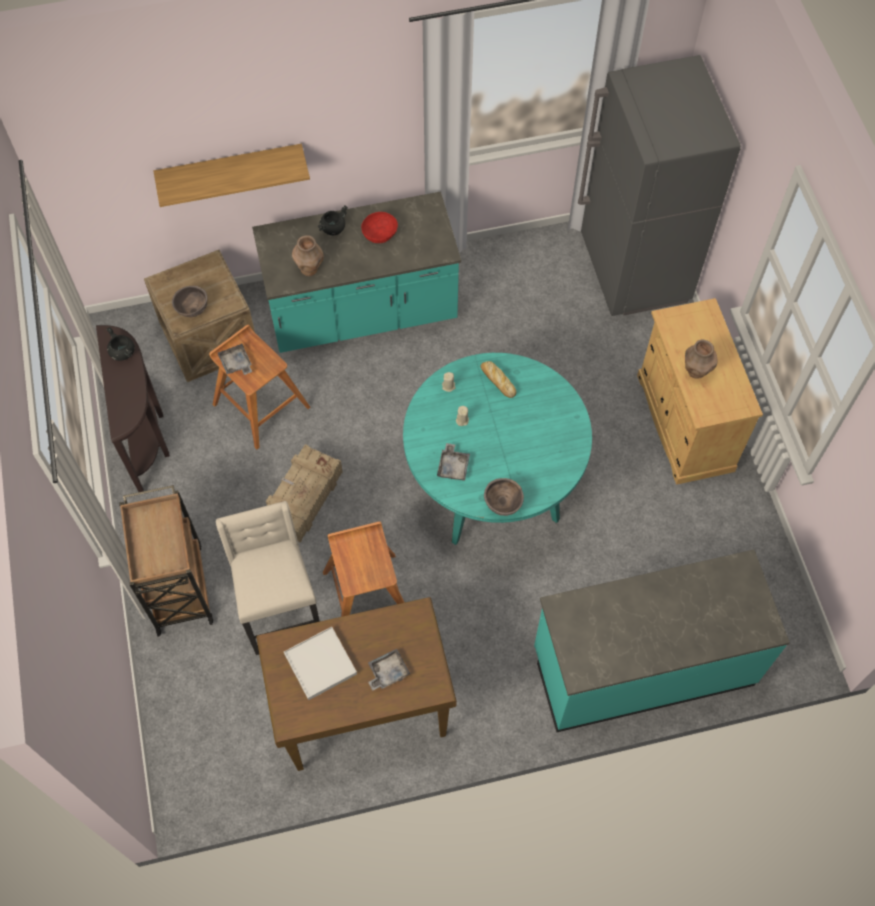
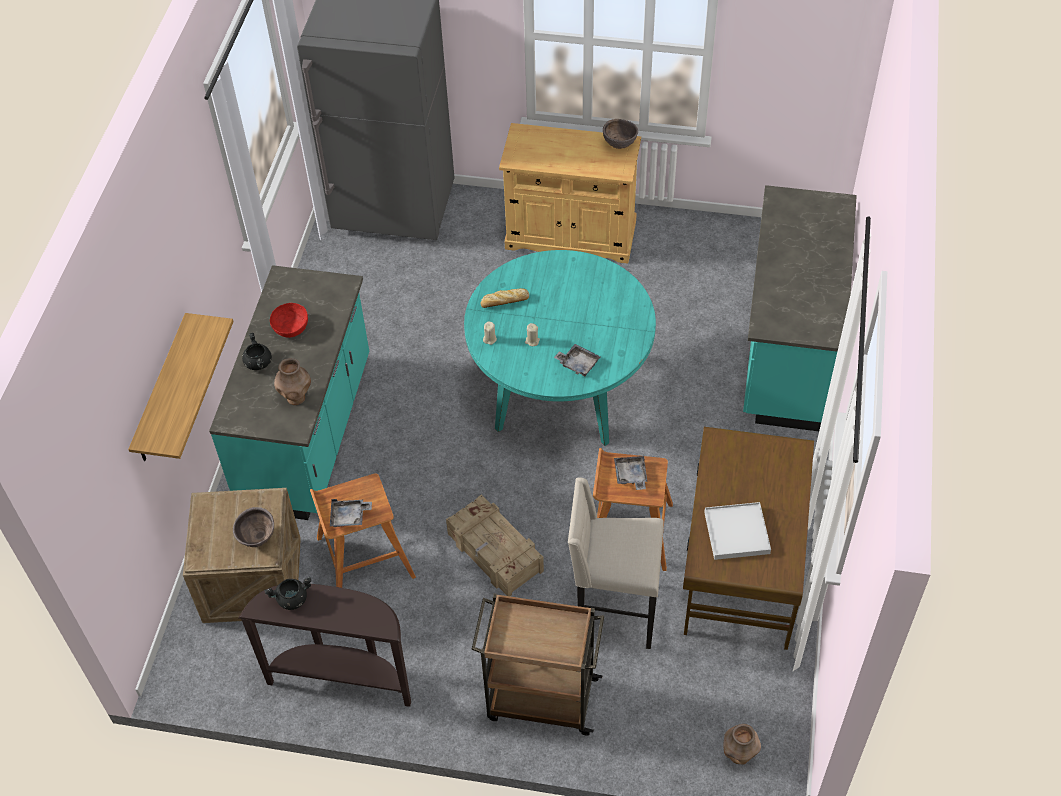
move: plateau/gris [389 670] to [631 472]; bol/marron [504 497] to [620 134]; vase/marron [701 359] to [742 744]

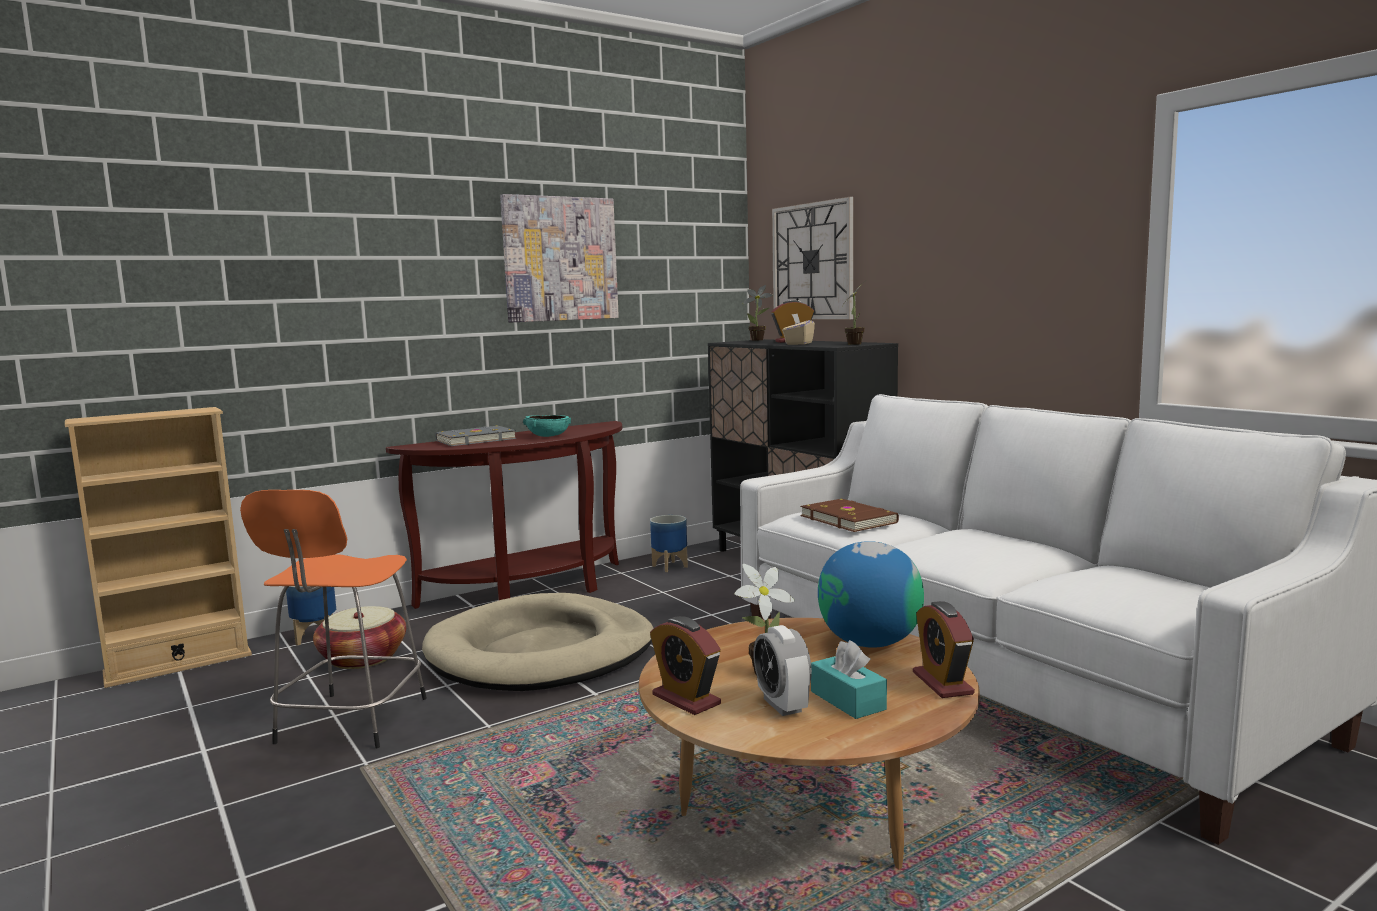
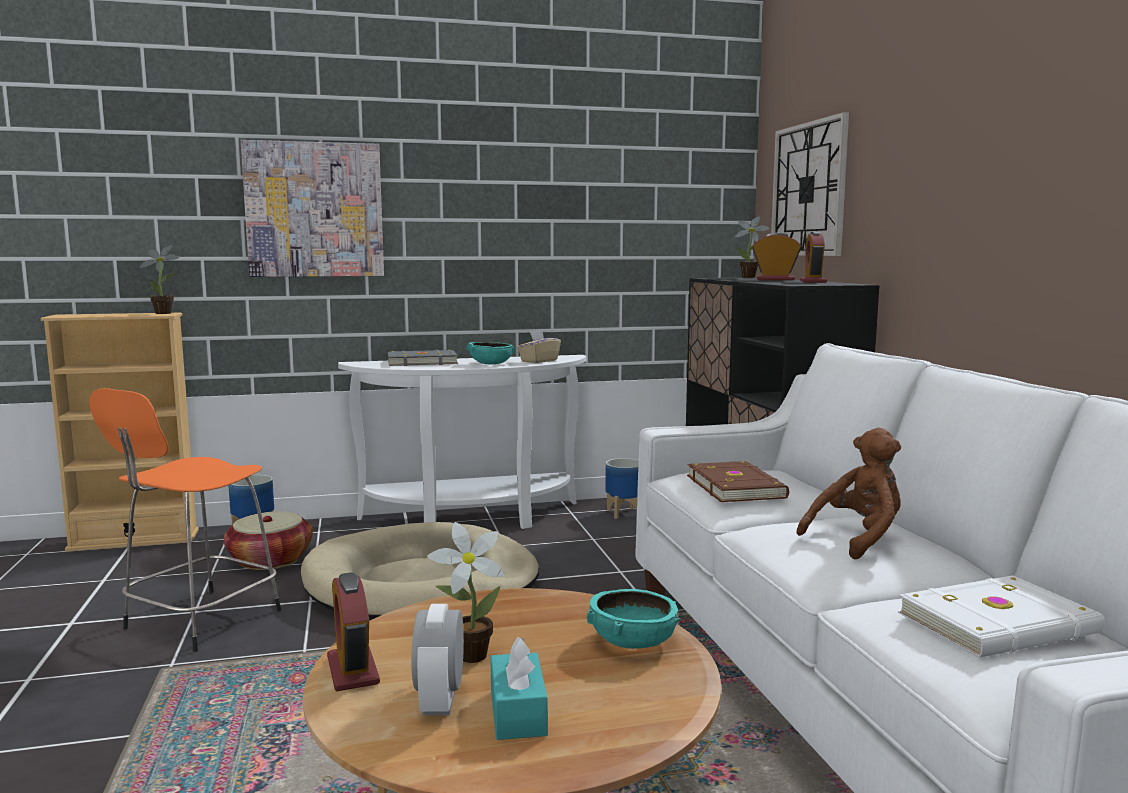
insert: peluche/marron [849 494]; livre/blanc [1001 616]
move: tableau [559 258] to [312 208]; boîte à mouchoirs/beige [798 329] to [539 346]; plante en pot [853 313] to [159 279]; réveil [944 649] to [813 257]
replace: globe [871 594] to bol/turquoise [633 619]
recolor: table console/marron [504 515] to table console/blanc [462 442]

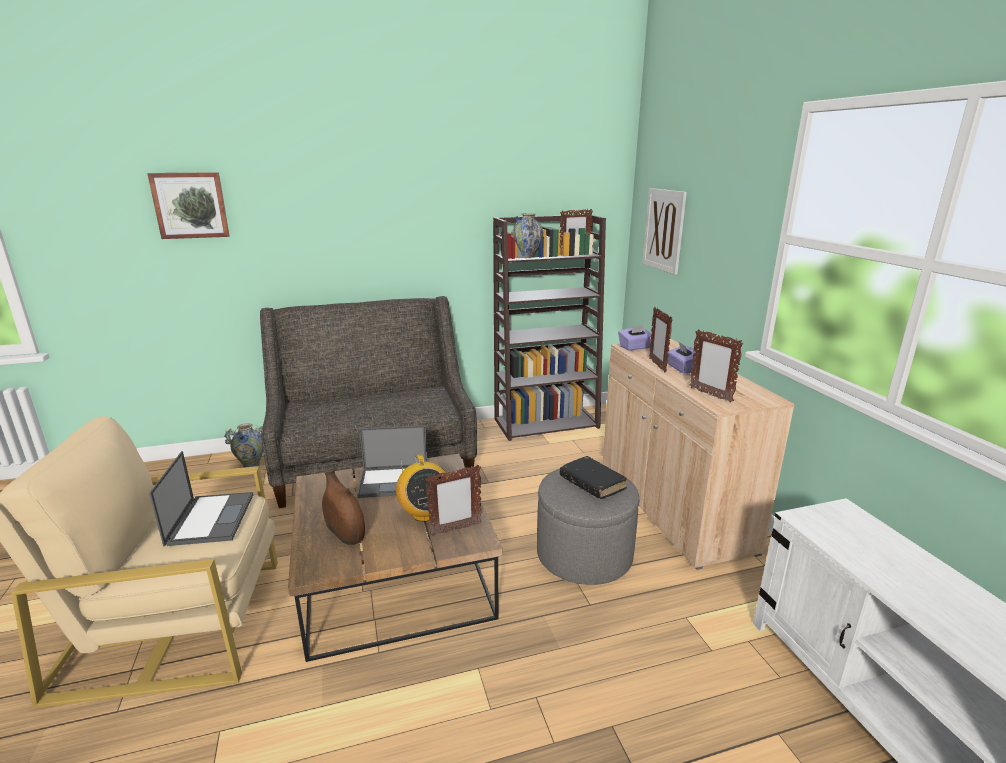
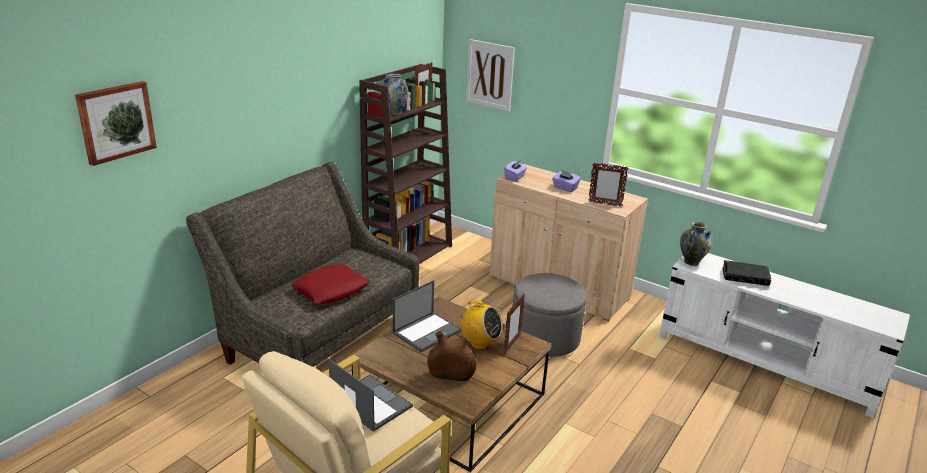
delete: cadre photo [661 340]
insert: coussin/rouge [330 284]
move: vase [243 445] to [696 244]; livre/noir [593 477] to [746 273]

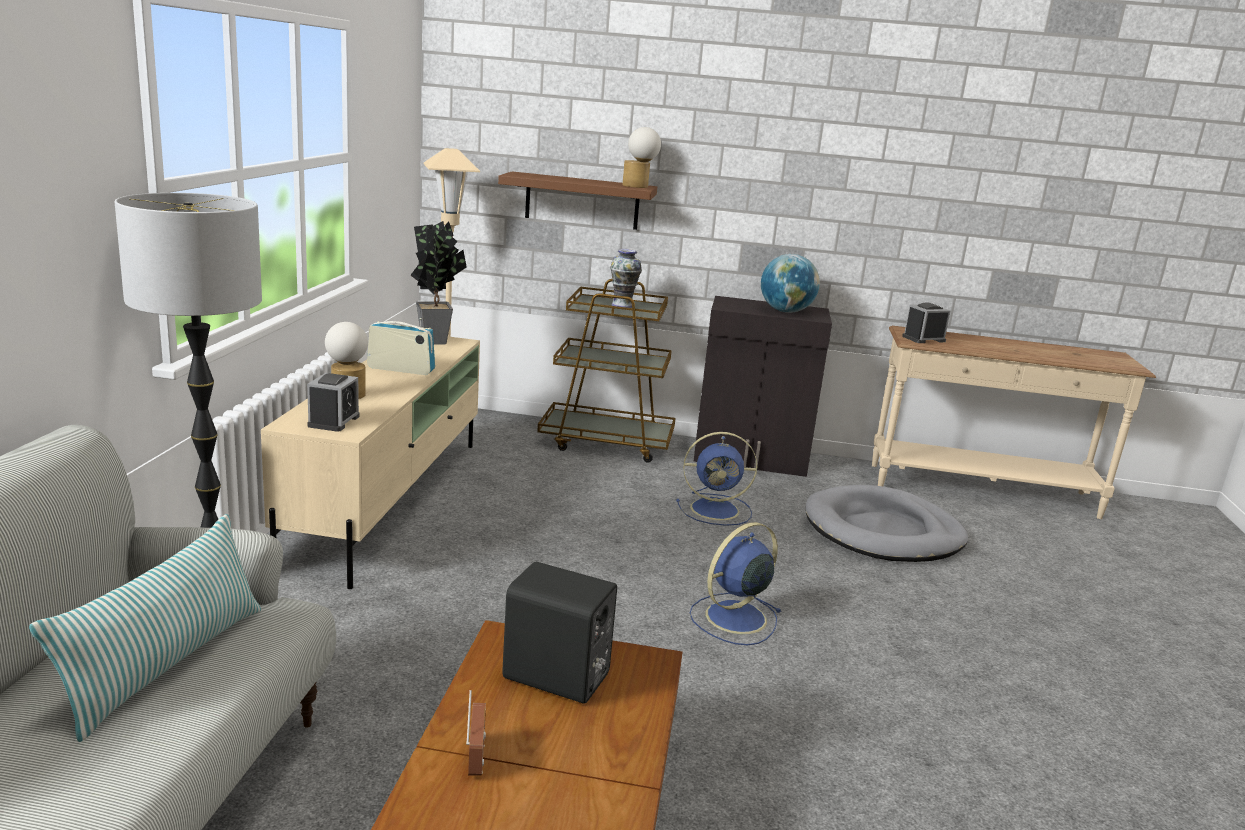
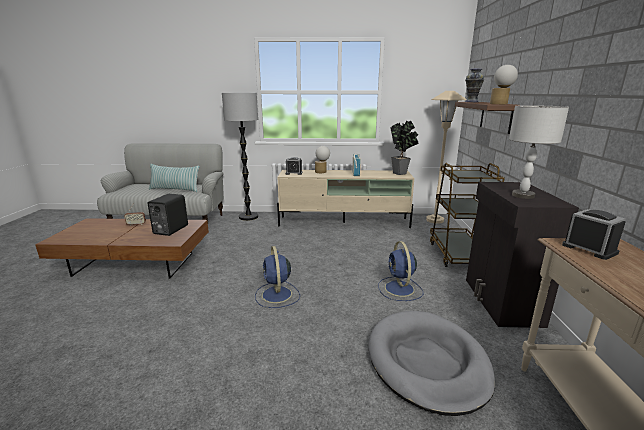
move: vase [626 278] to [474 85]
replace: globe [790 283] to lampe de table/gris [539 152]
rotate: ventilateur/bleu [735 583] = [277 277] 150 degrees counterclockwise

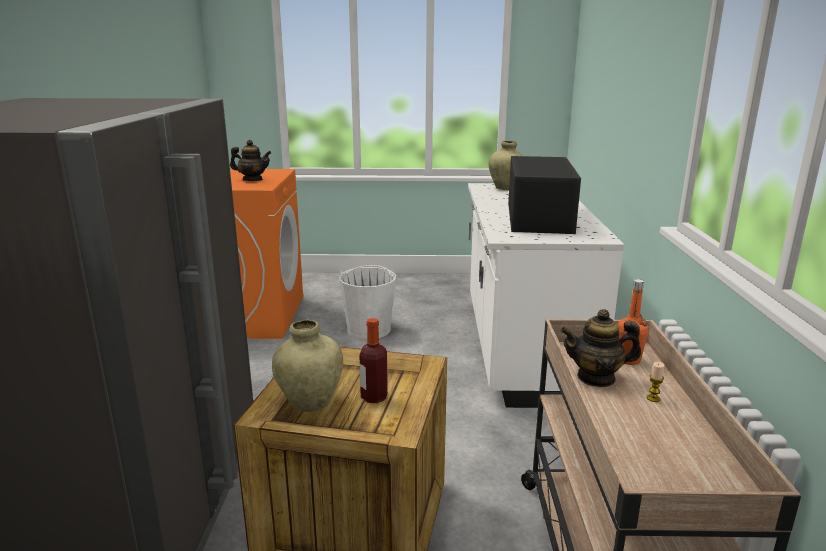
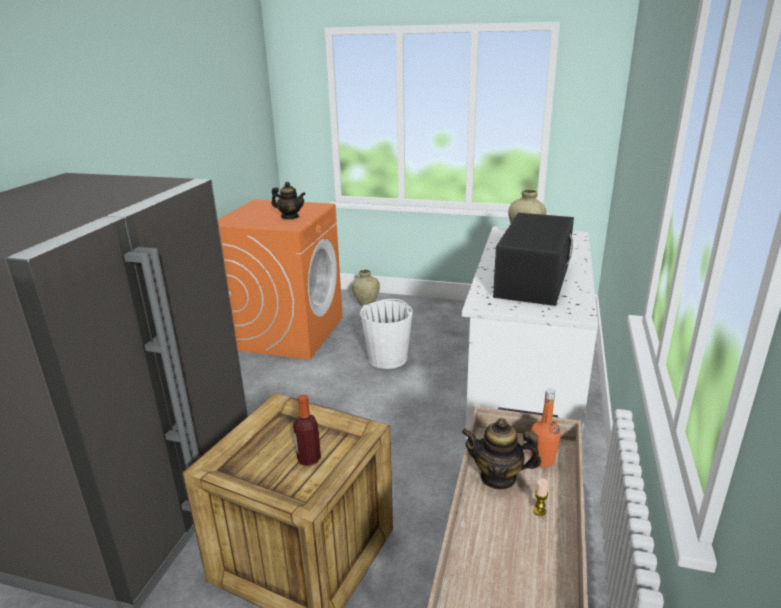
move: vase/beige [307 365] to [366 288]

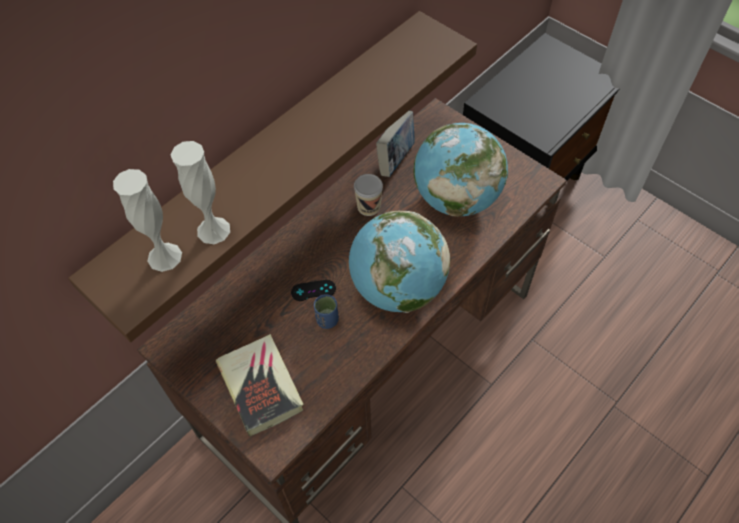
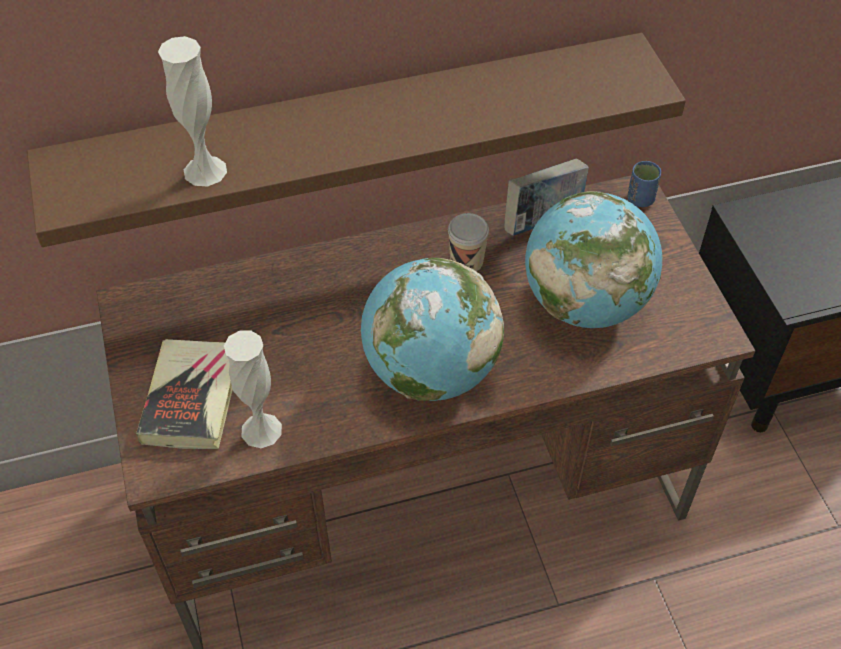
delete: manette/noir [313 290]
move: vase/blanc [147 220] to [253 389]; tasse/bleu [326 311] to [644 184]

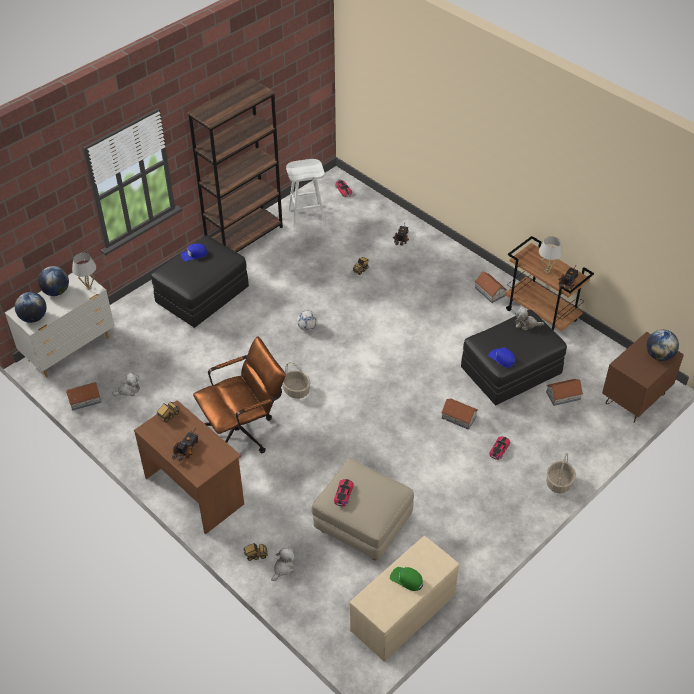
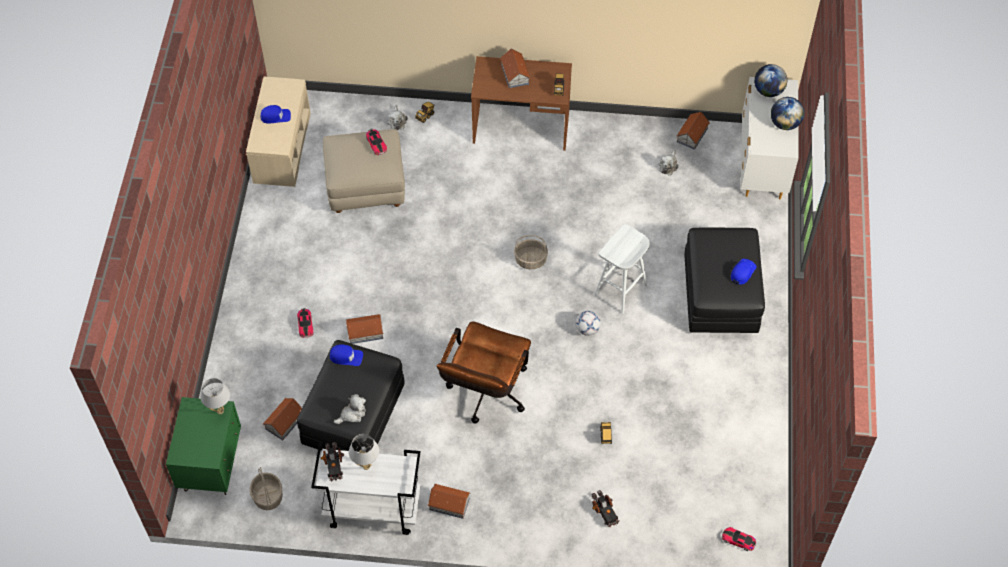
delete: bibliothèque/marron [235 165]; globe [662 345]
move: lampe de table/blanc [84 271] to [215 396]; chaise de bureau/marron [239 394] to [484 372]; tabouret/blanc [305 193] to [622 269]; panier [561 473] to [266 488]
replace: camion jouet [185 445] to maison miniature [515 68]
recolor: casquette/vert [406 579] to casquette/bleu [275 114]; chariot/marron [549 283] to chariot/blanc [366 488]; table de chevet/marron [643 377] to table de chevet/vert [203 446]

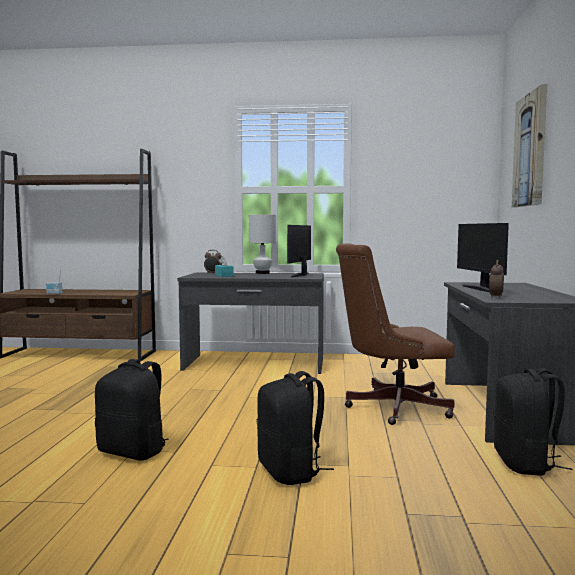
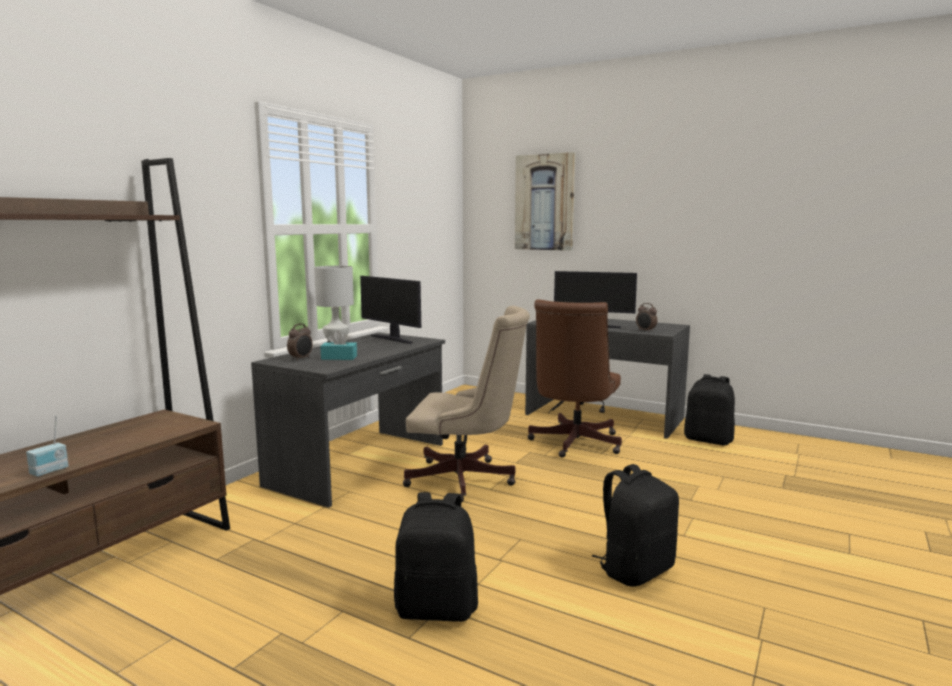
insert: chaise de bureau/beige [466 404]
move: sac à dos/noir [295 428] to [436 557]

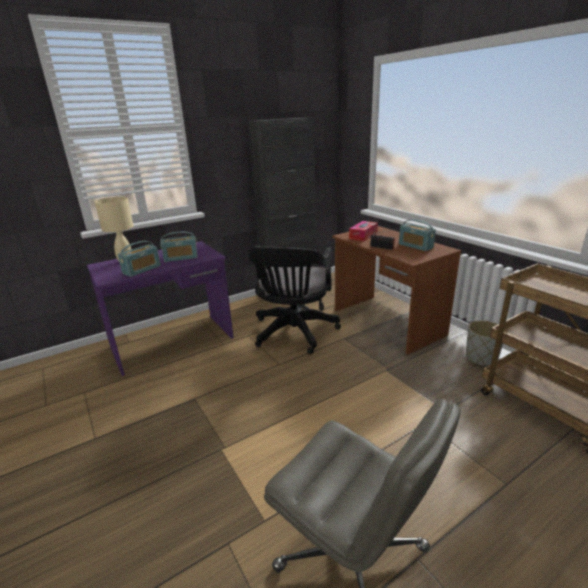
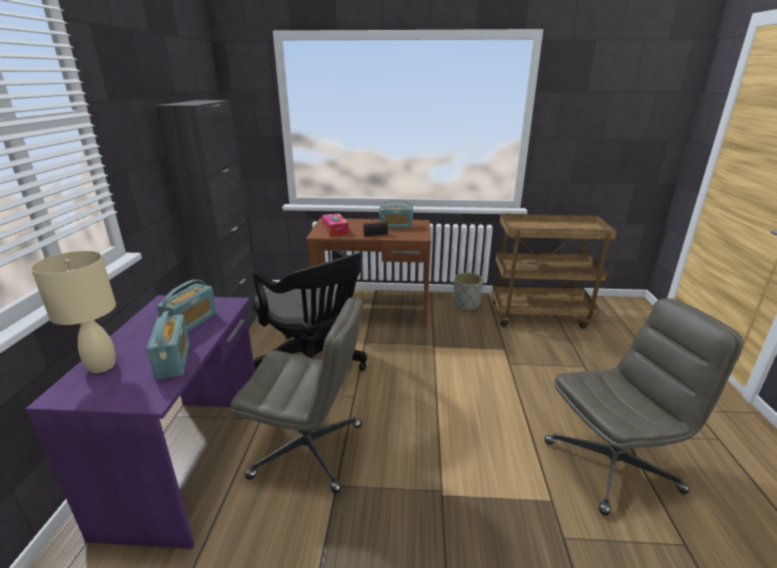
insert: chaise de bureau/gris [296 395]

